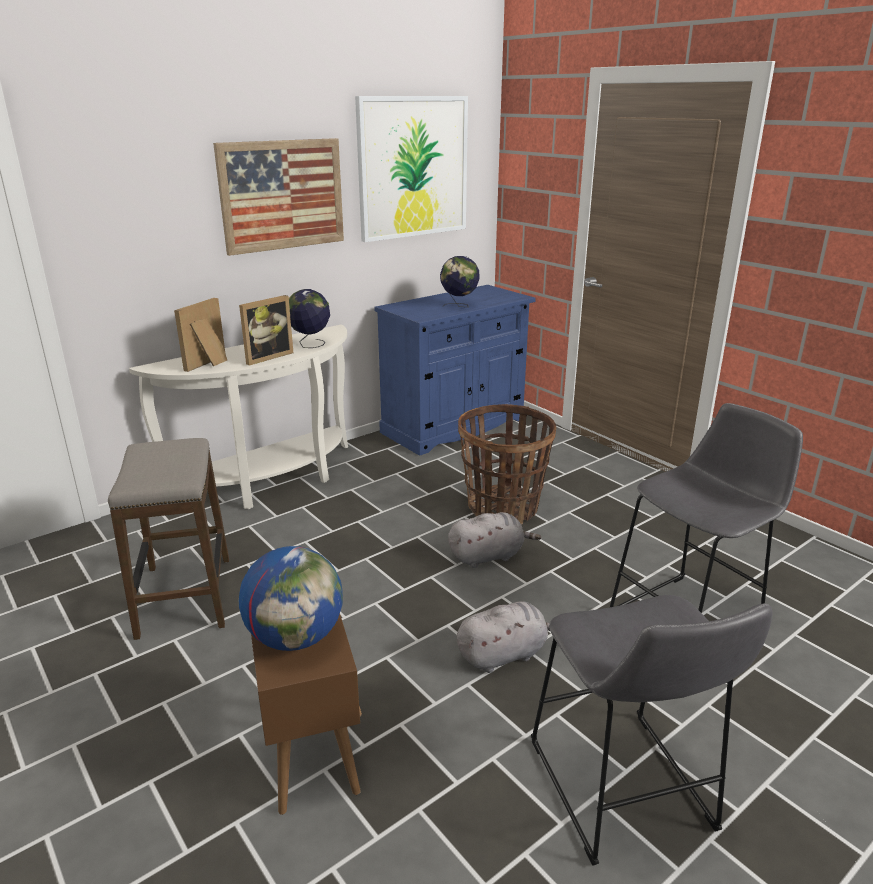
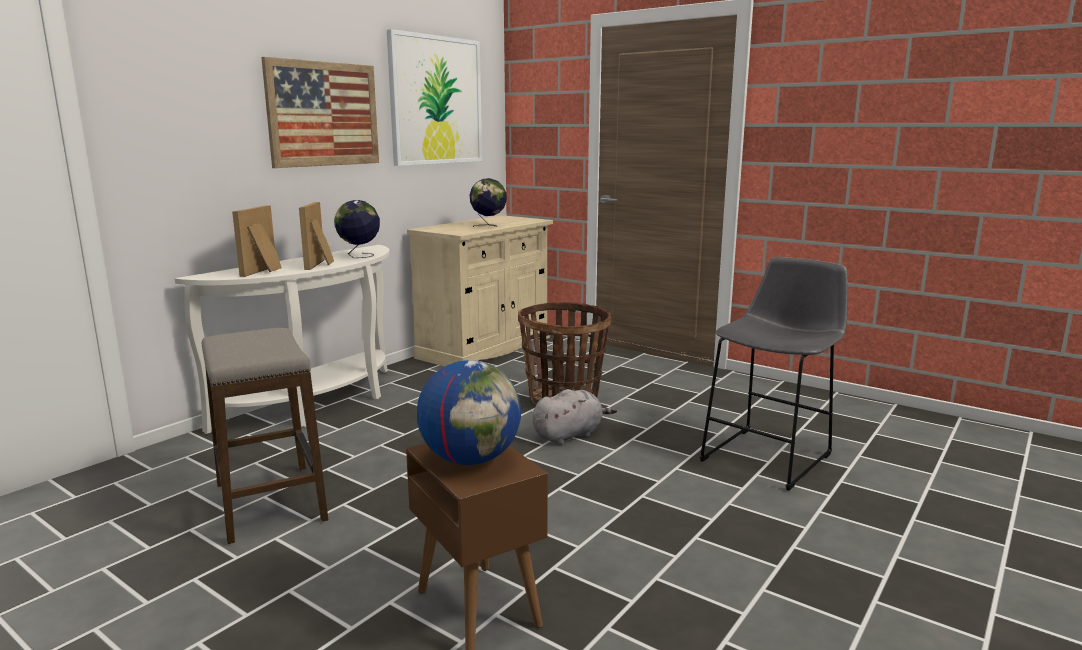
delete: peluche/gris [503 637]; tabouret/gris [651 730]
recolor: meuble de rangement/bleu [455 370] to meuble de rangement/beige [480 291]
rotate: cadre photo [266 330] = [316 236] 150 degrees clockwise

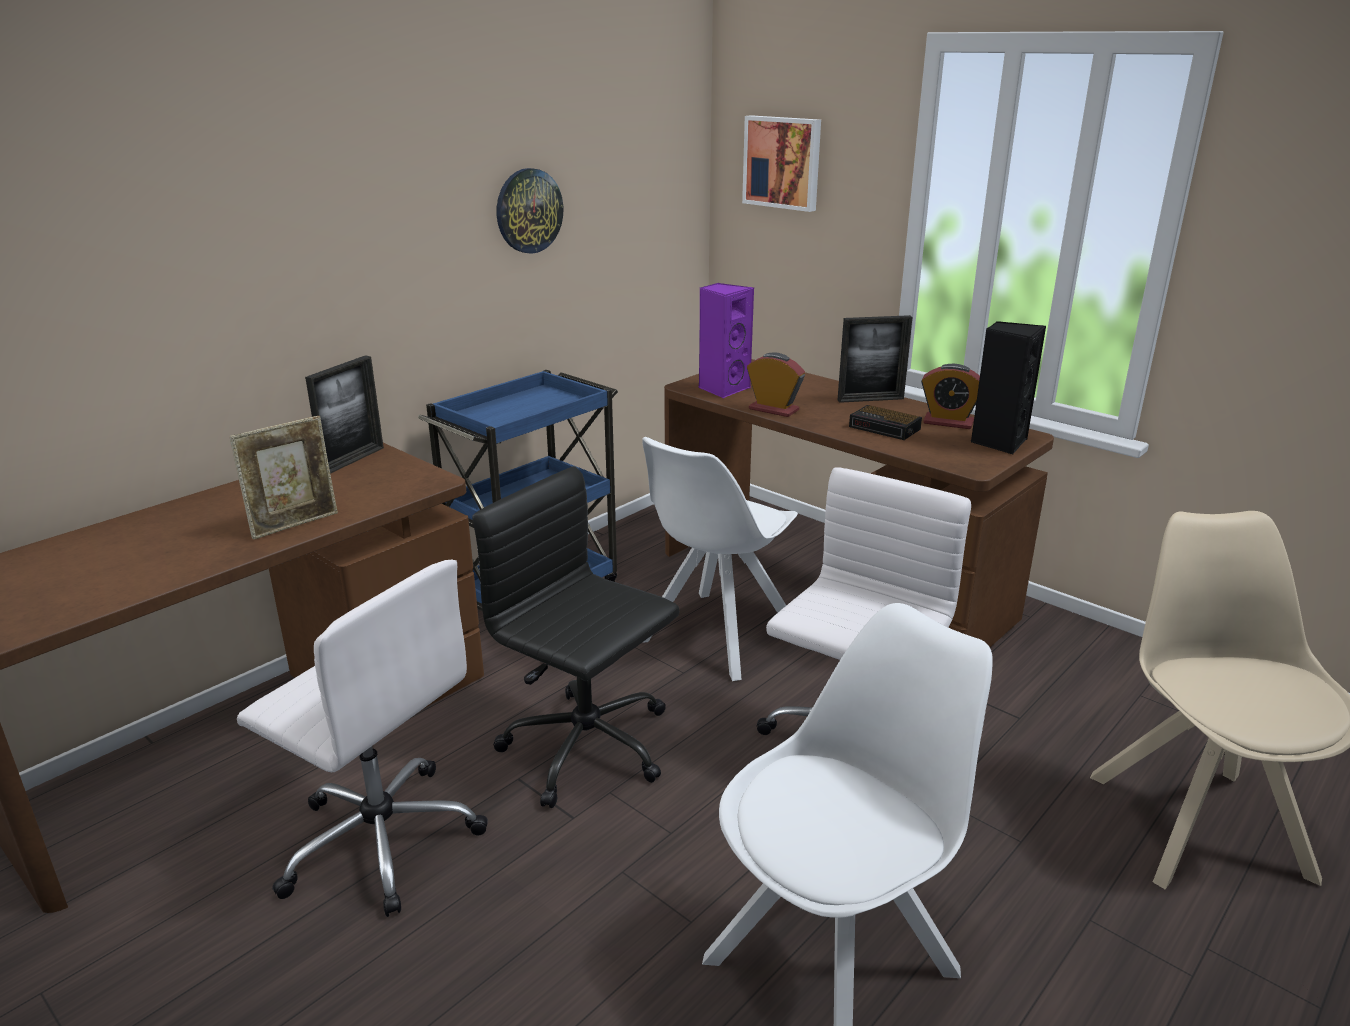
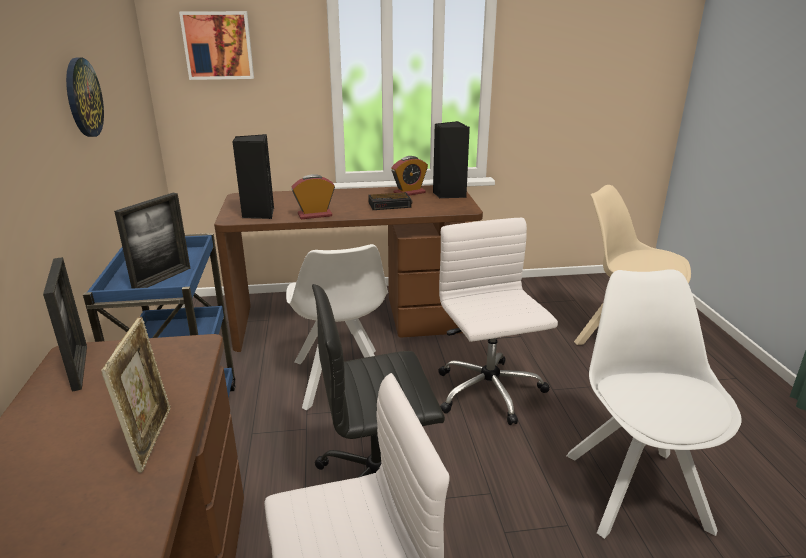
move: cadre photo [875 359] to [152 240]
recolor: enceinte/violet [726 340] to enceinte/noir [253 176]

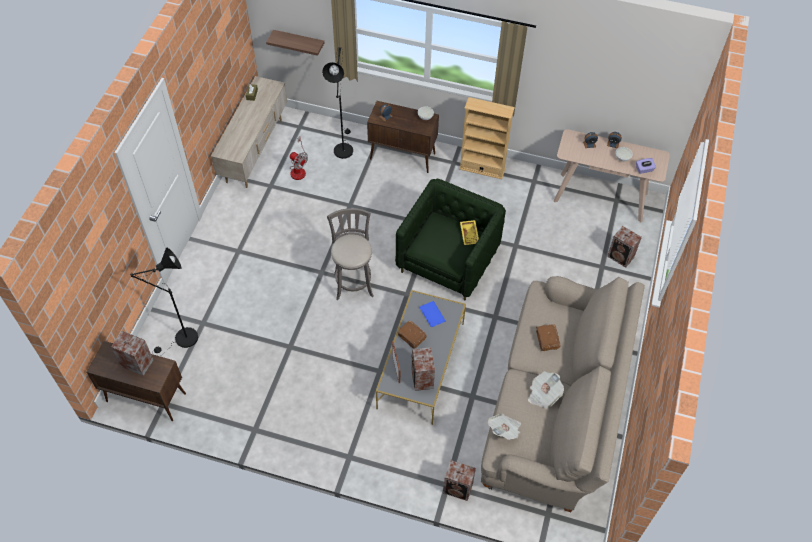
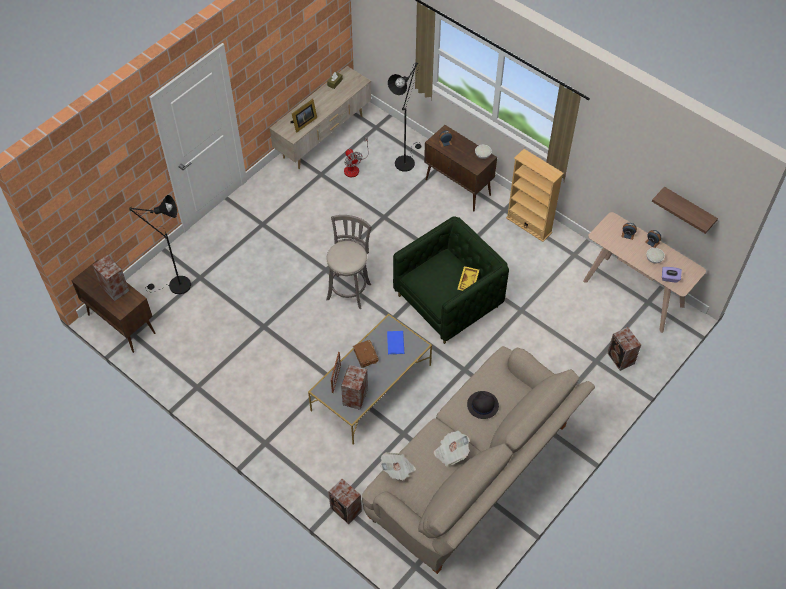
insert: cadre photo [303 115]
move: étagère [295 43] to [685 210]
replace: livre/marron [548 337] to chapeau/noir [483 405]

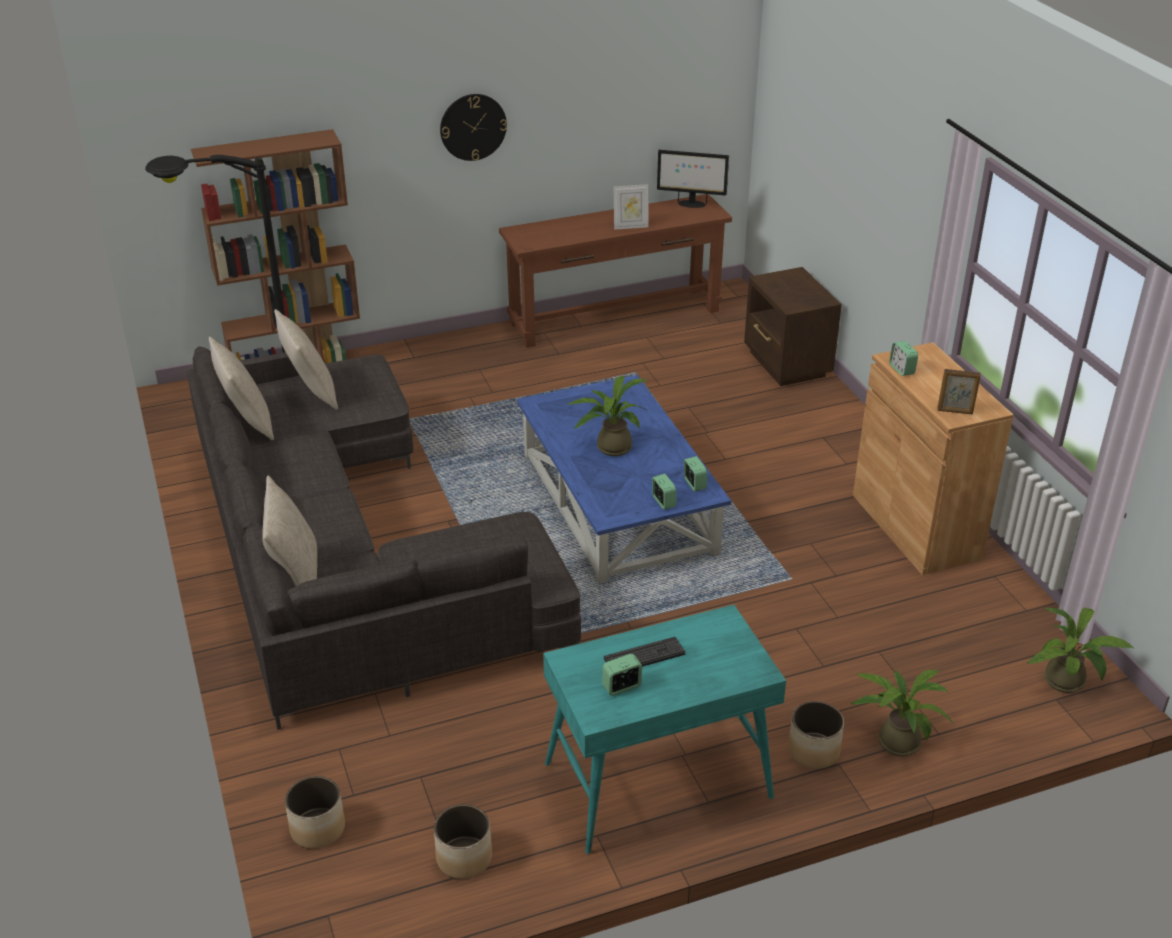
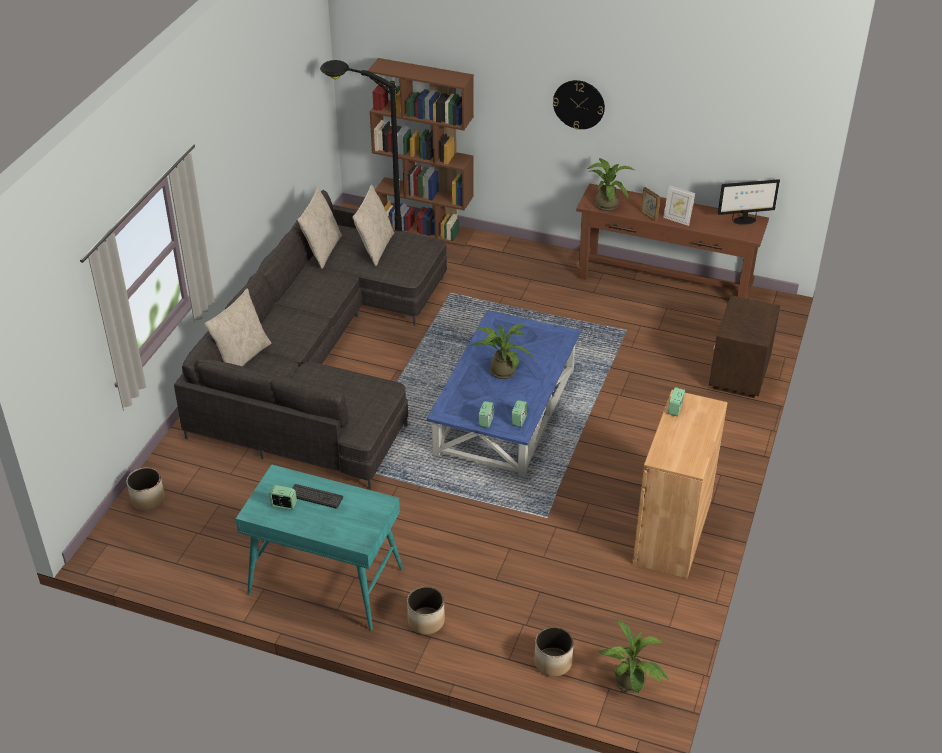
move: cache-pot [463 841] to [553 652]; plante en pot [902 713] to [611 184]; cadre photo [959 392] to [650 204]
rotate: écran d'ordinateur [693 179] = [749 202] 60 degrees counterclockwise

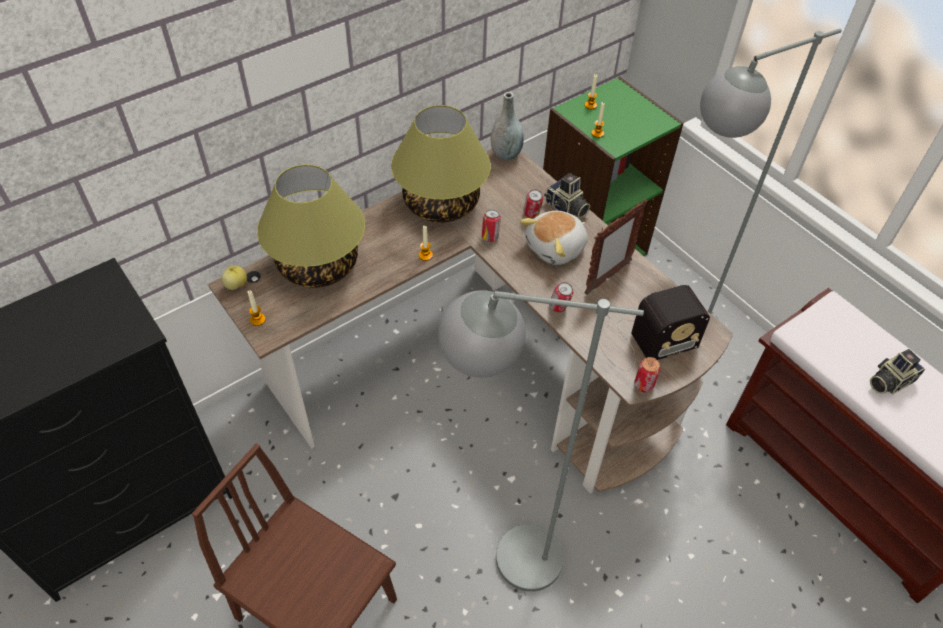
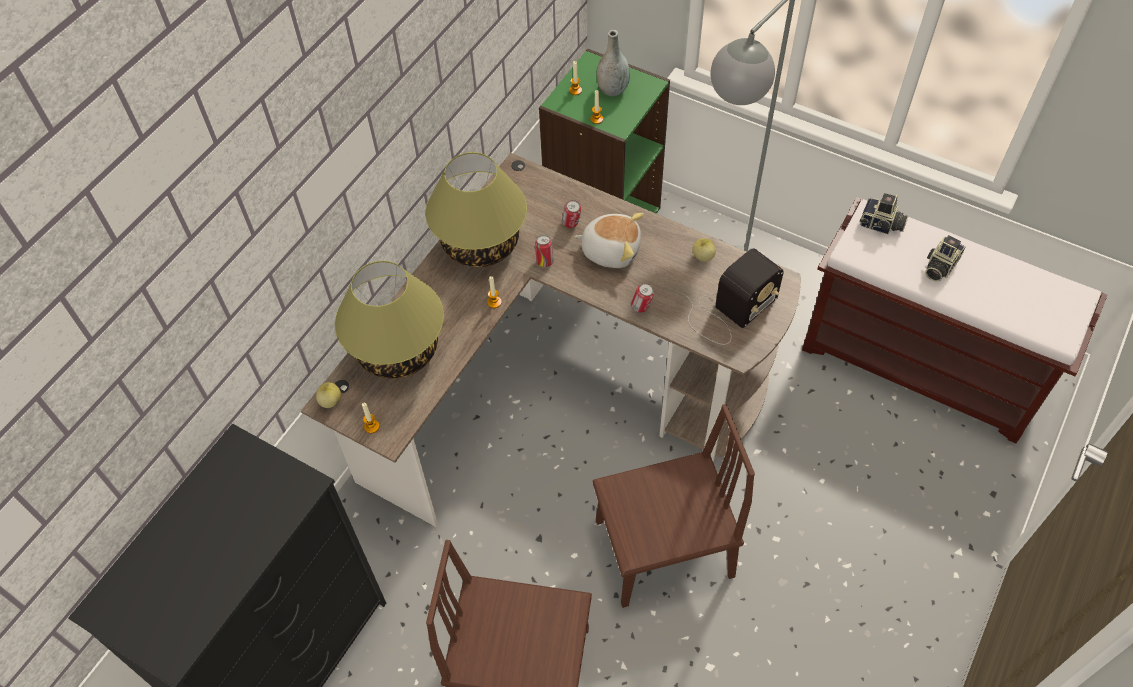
delete: cadre photo [616 247]; boîte métallique [647 375]
insert: pomme [704 250]
move: vase/gris [507 126] to [613 63]; appareil photo [567 195] to [884 213]
replace: lampadaire/gris [541 441] to chaise/marron [673 506]
rotate: peluche [554 238] = [609 240] 105 degrees counterclockwise

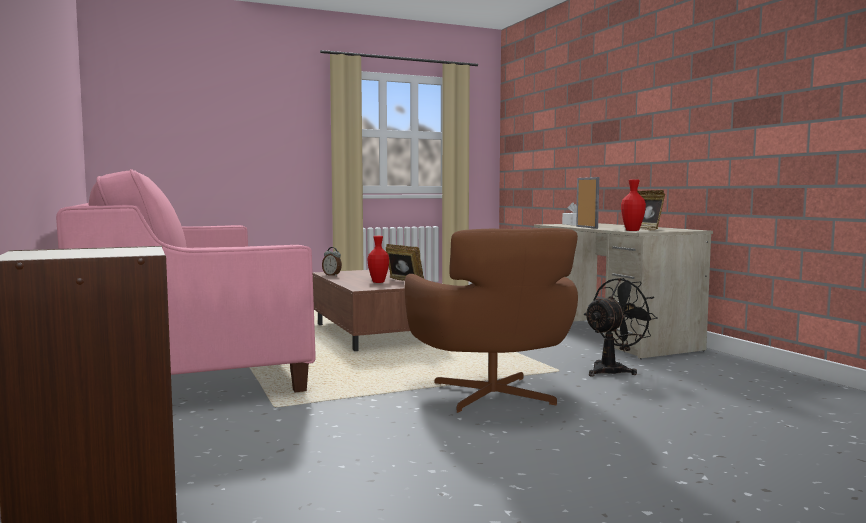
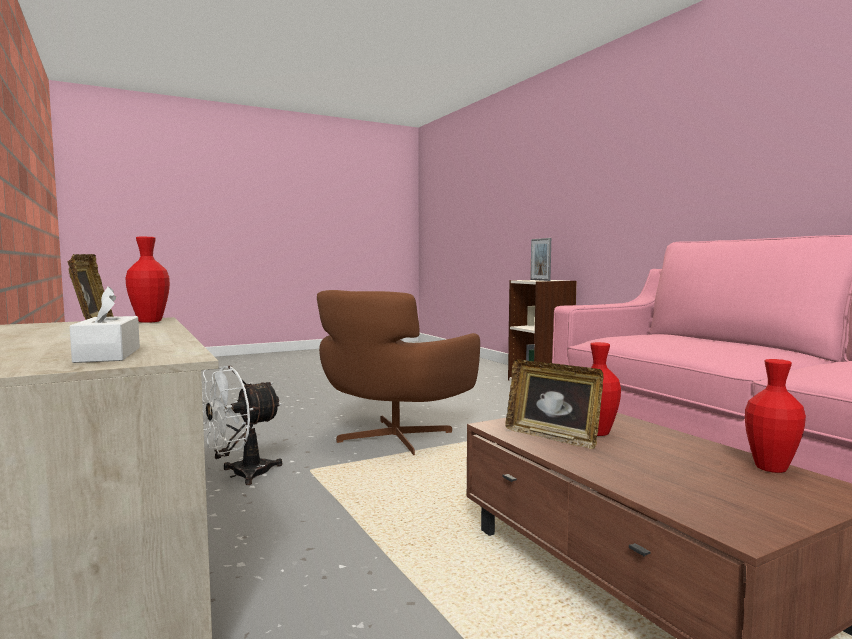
move: cadre photo [587 203] to [540 259]
replace: réveil [332 261] to vase/rouge [775 416]
recolor: ventilateur/noir [620 327] to ventilateur/blanc [242 425]
rotate: fauteuil/marron [491 320] = [398 372] 135 degrees counterclockwise

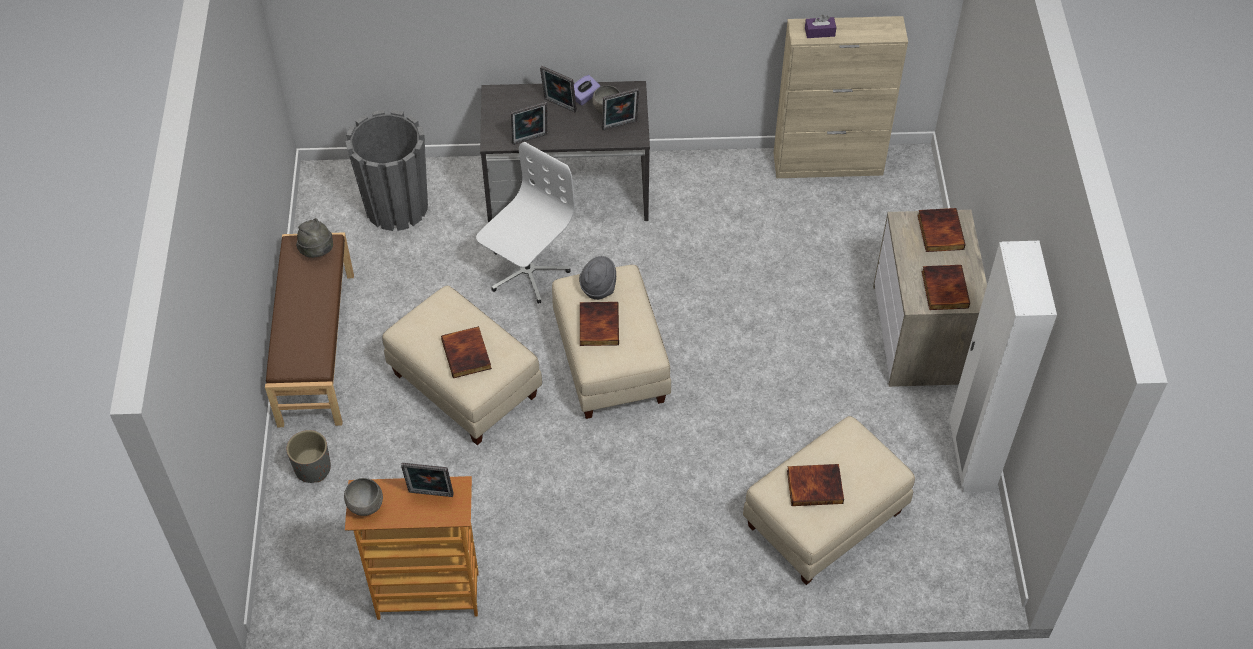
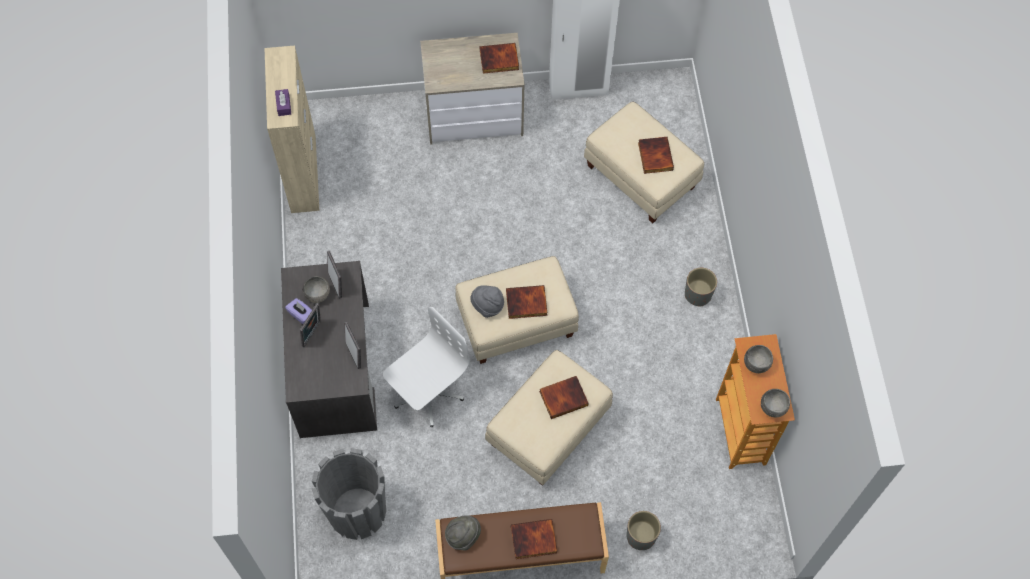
insert: cache-pot/gris [701 287]
move: livre [941 230] to [534 539]
replace: cadre photo [427 480] to bol/gris [758 359]
rotate: chaise de bureau/blanc [525 223] = [426 367] 105 degrees clockwise

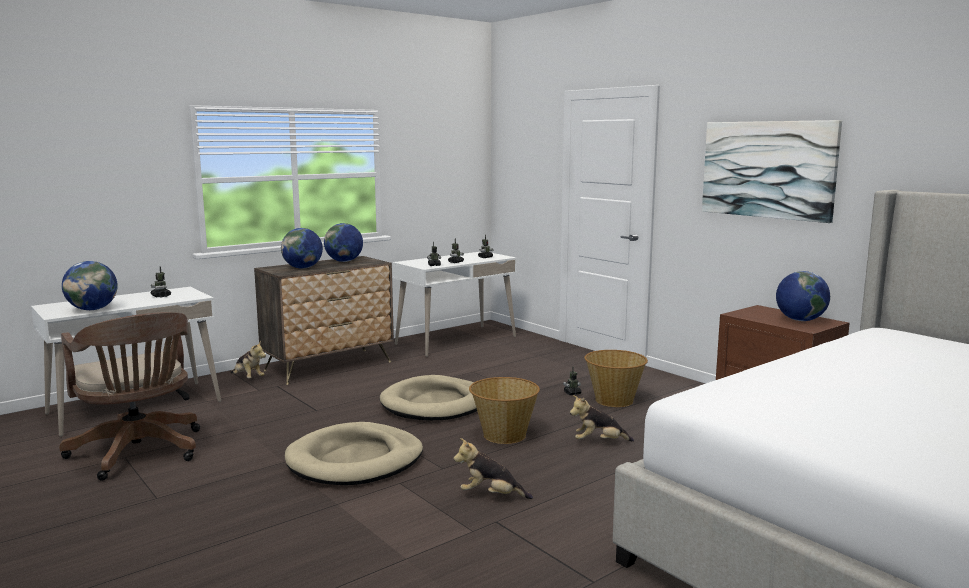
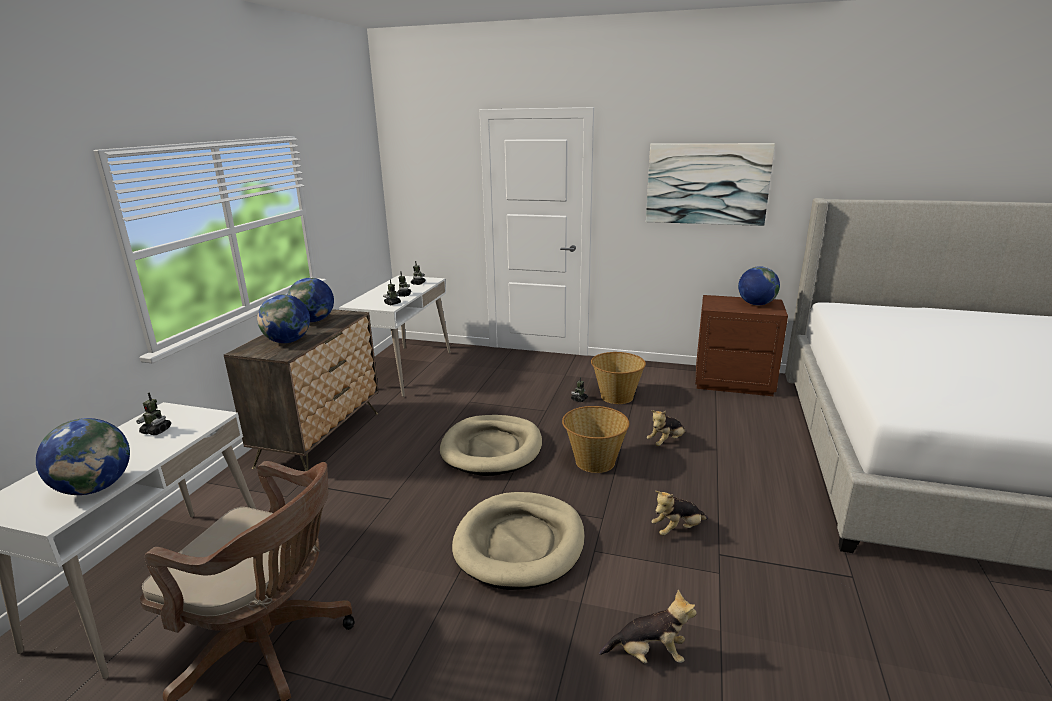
move: peluche [248 359] to [648 627]

